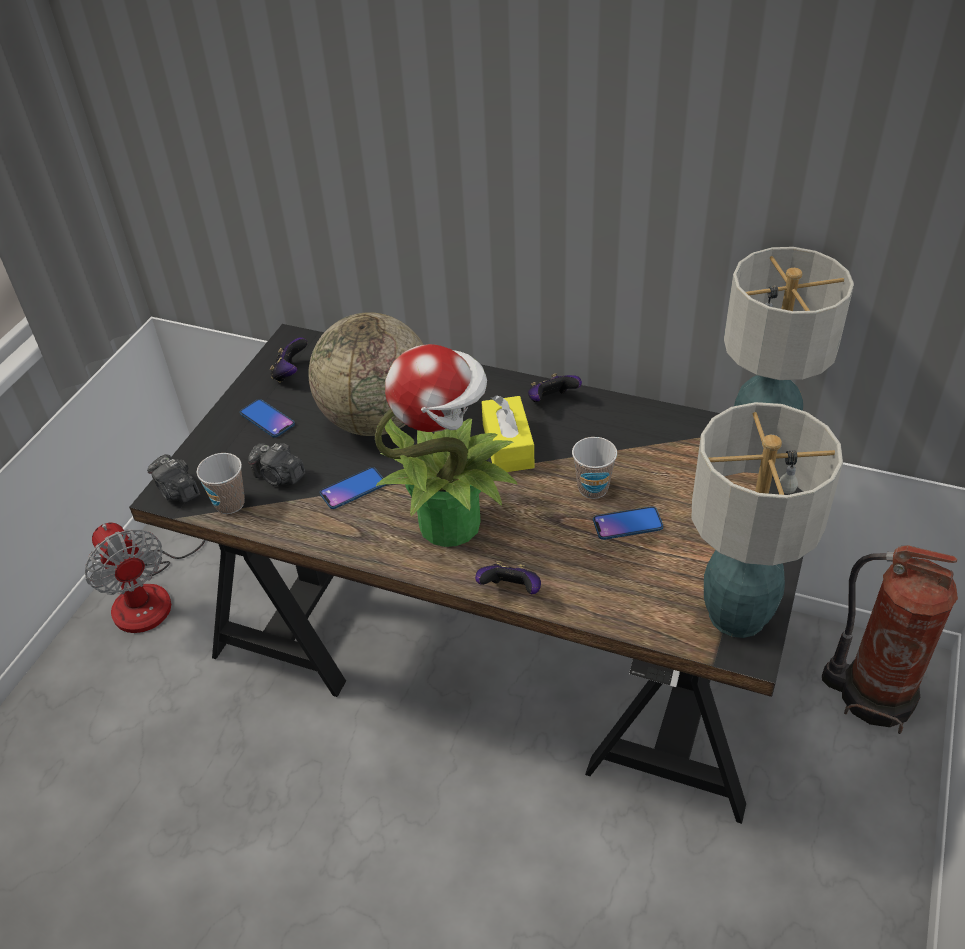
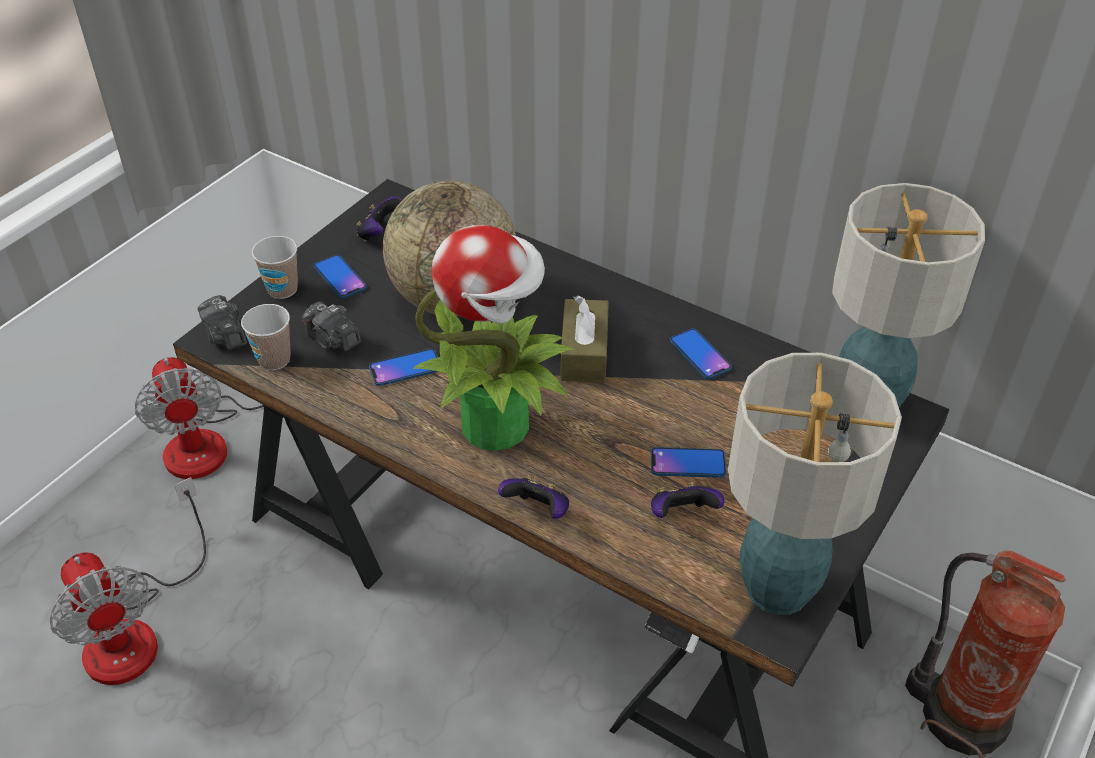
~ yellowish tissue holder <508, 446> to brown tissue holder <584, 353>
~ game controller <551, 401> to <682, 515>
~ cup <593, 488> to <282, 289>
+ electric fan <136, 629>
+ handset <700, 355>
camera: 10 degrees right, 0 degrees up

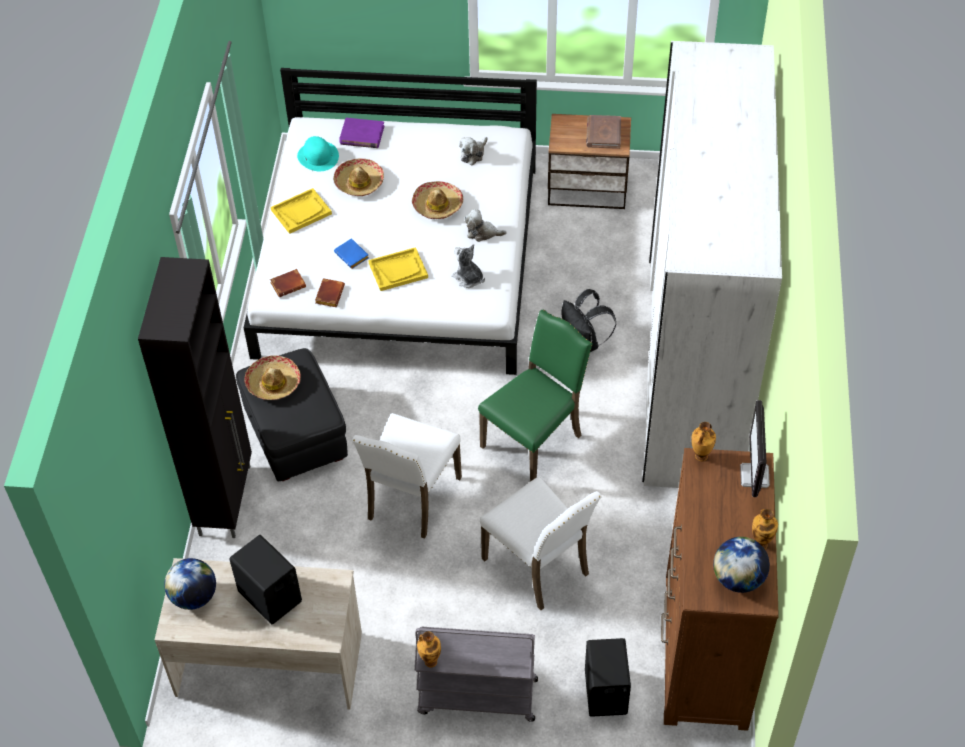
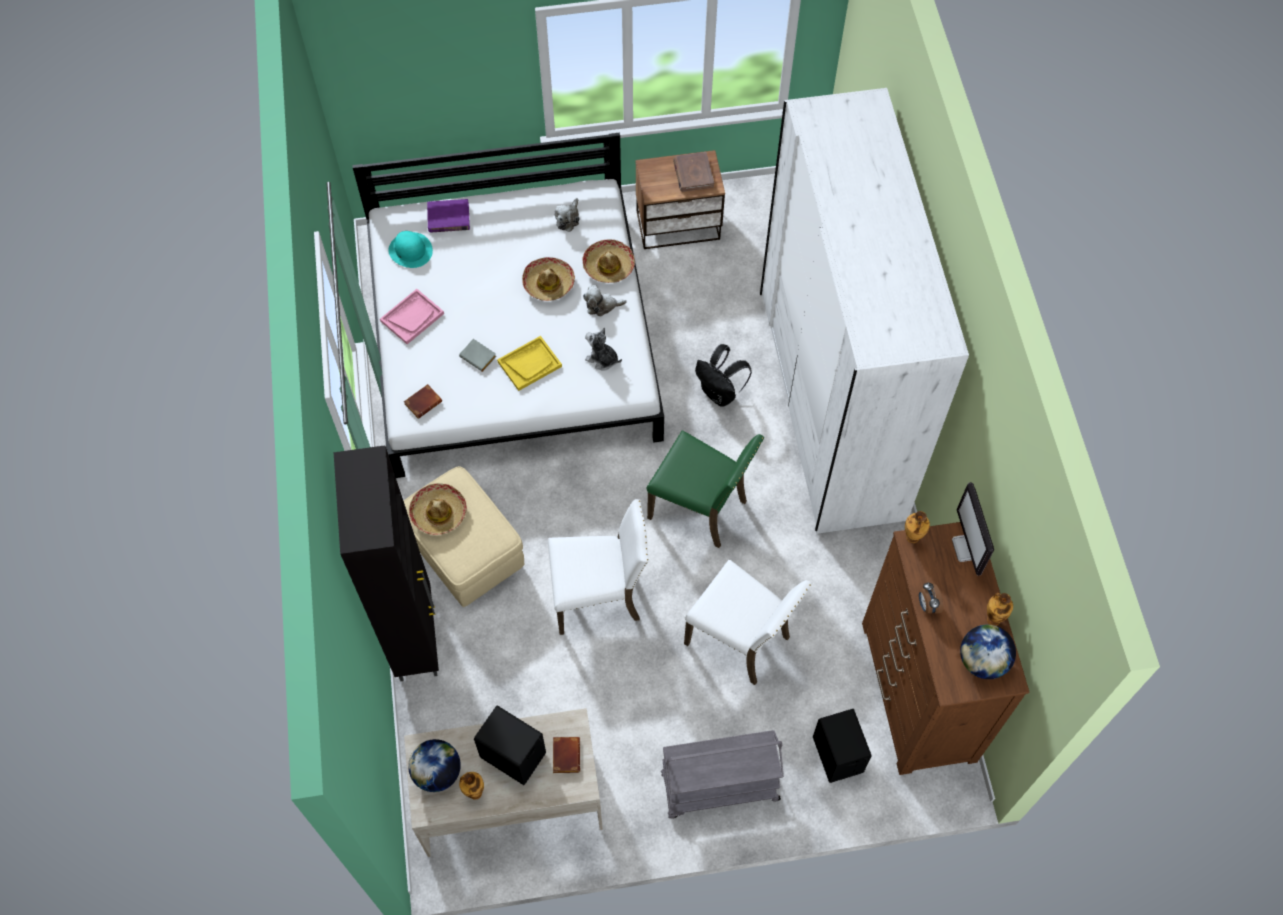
~ black pouffe <295, 433> to beige-coloured pouffe <464, 550>
~ yellowish serving tray <301, 212> to pink serving tray <412, 317>
~ brown bound book <329, 294> to <565, 755>
~ hat <359, 182> to <608, 266>
~ bluish bound book <353, 256> to greyish bound book <479, 357>
~ white-coloured chair <411, 499> = <598, 596> 105 degrees counterclockwise
~ flower vase <430, 661> to <474, 792>
~ greenish chair <534, 441> = <700, 508> 90 degrees clockwise
+ table clock <927, 605>
camera: 15 degrees left, 10 degrees up

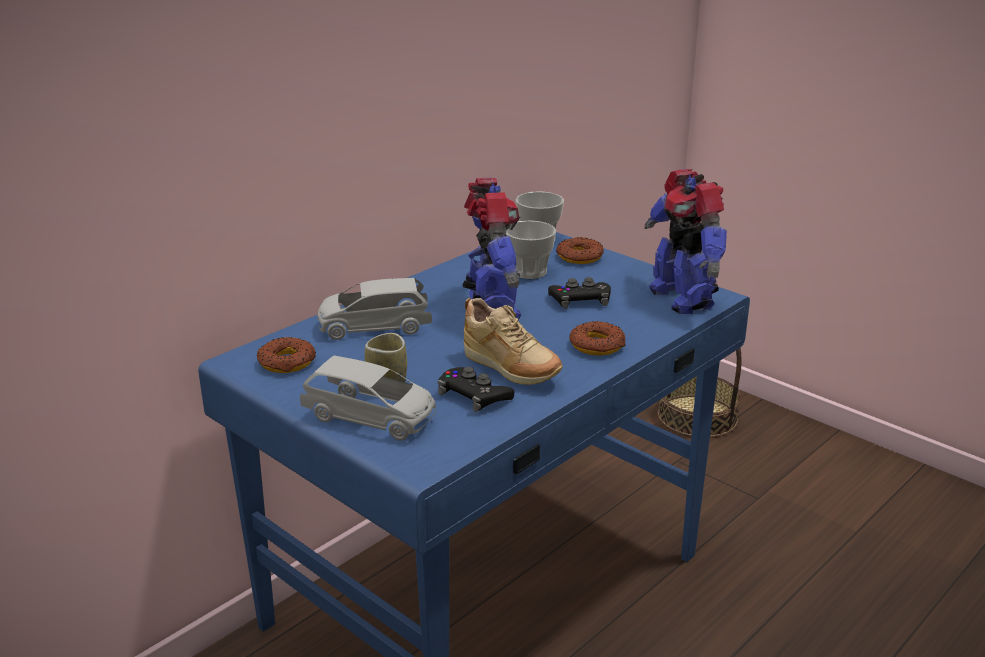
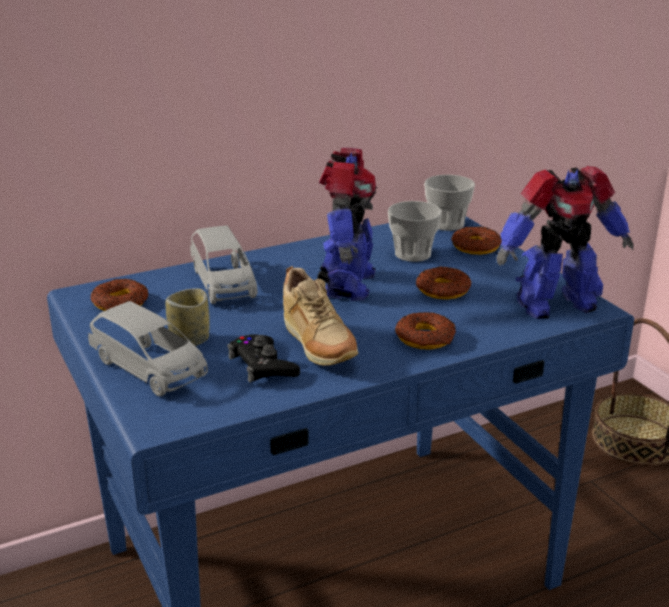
~ greyish model car <374, 327> = <224, 283> 120 degrees counterclockwise
~ black game controller <580, 300> to ring doughnut <442, 290>
~ robot figure <682, 298> = <554, 304> 105 degrees counterclockwise
camera: 20 degrees right, 0 degrees up

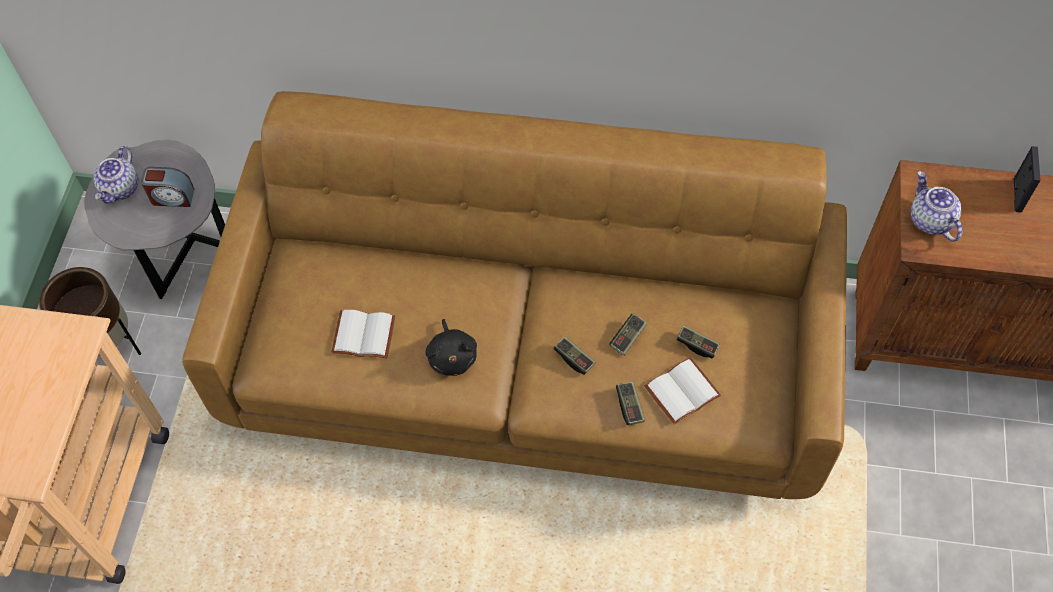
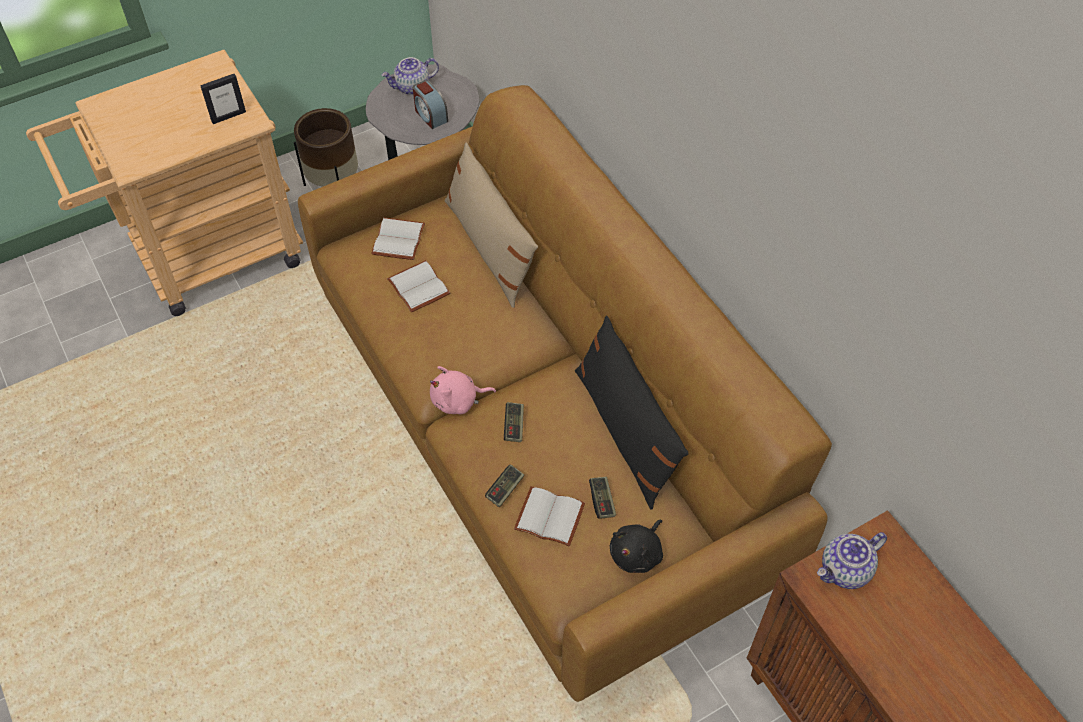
~ black cuddly toy <452, 356> to <637, 553>
- game controller <628, 338>
~ teapot <930, 220> = <845, 571> 150 degrees counterclockwise
~ standing frame <1017, 195> to <228, 116>
+ white-coloured bound book <400, 240>
+ pink cuddly toy <458, 401>
+ beige-coloured throw pillow <490, 248>
+ black throw pillow <625, 432>
camera: 50 degrees right, 5 degrees down

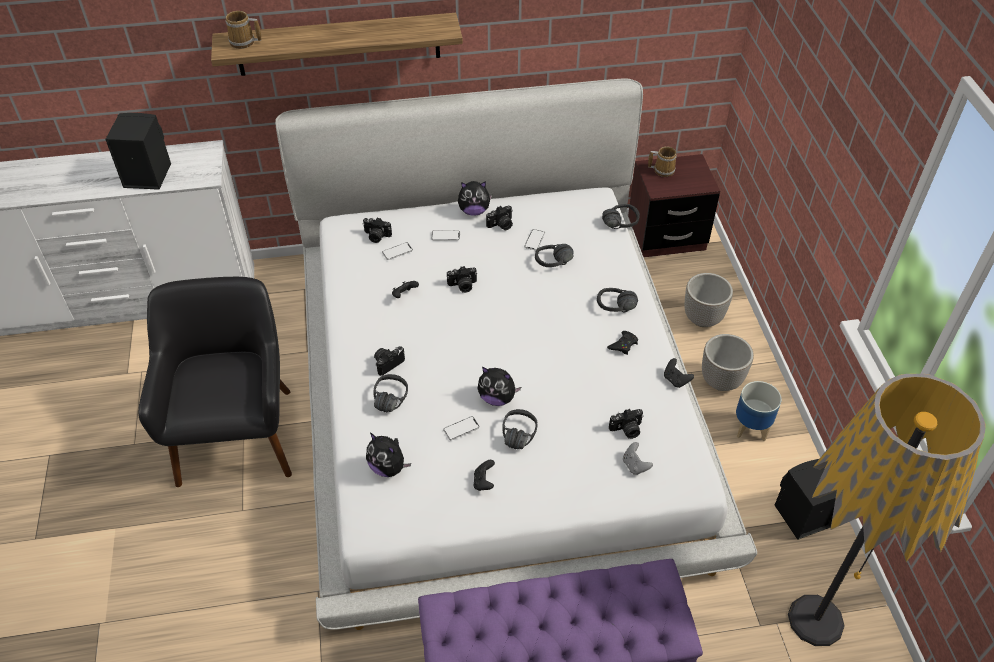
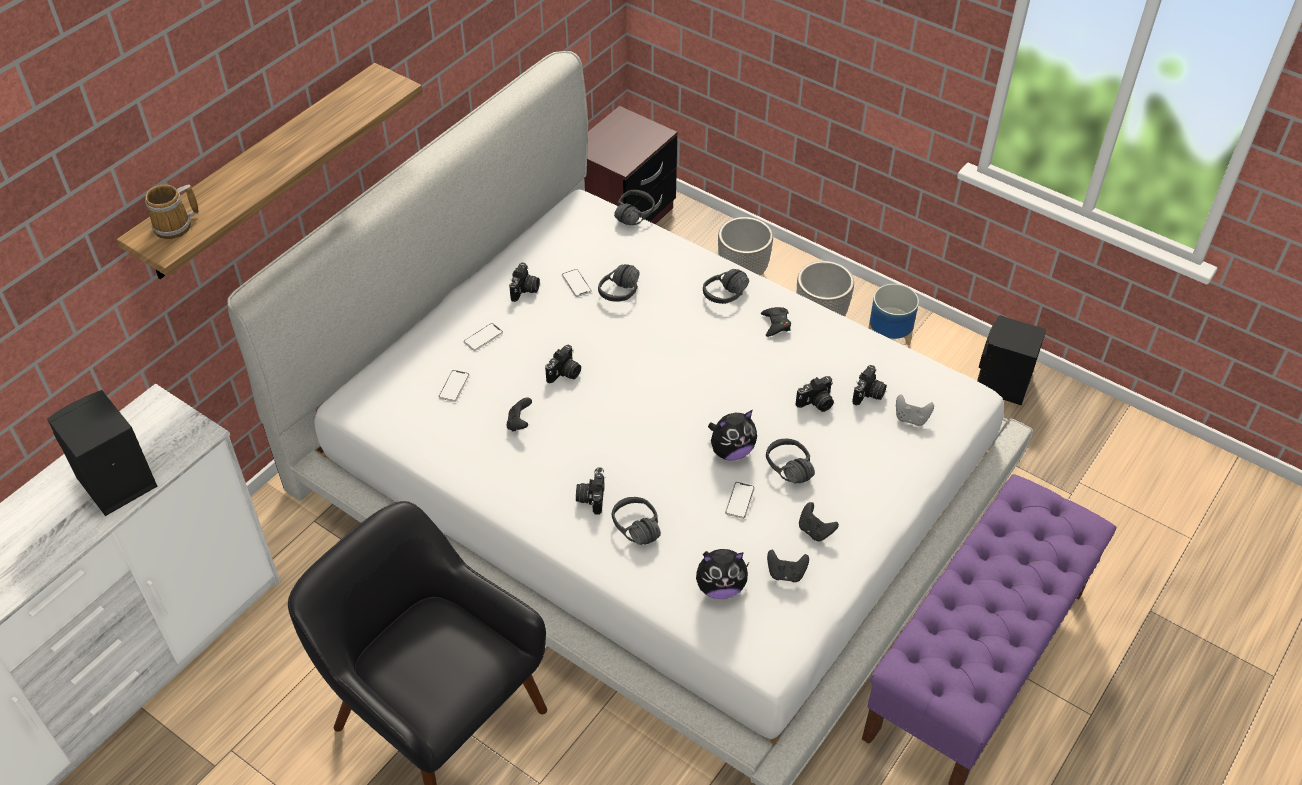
~ still camera <376, 236> to <816, 403>
- cuddly toy <474, 211>
- mug <662, 170>
~ black game controller <675, 380> to <786, 573>
- standing lamp <816, 620>
camera: 45 degrees left, 0 degrees up

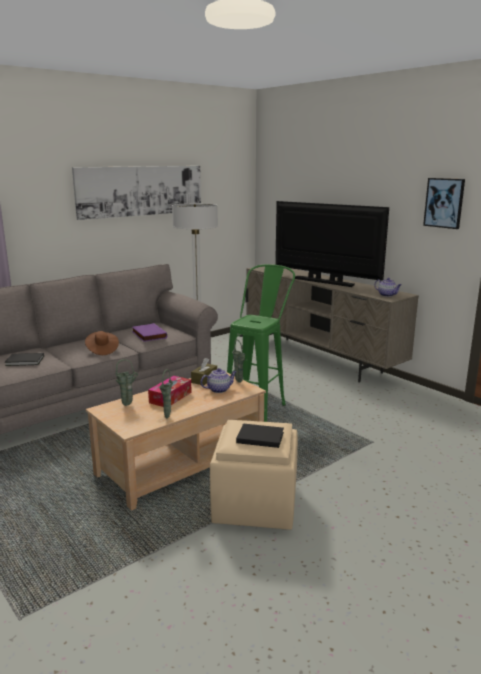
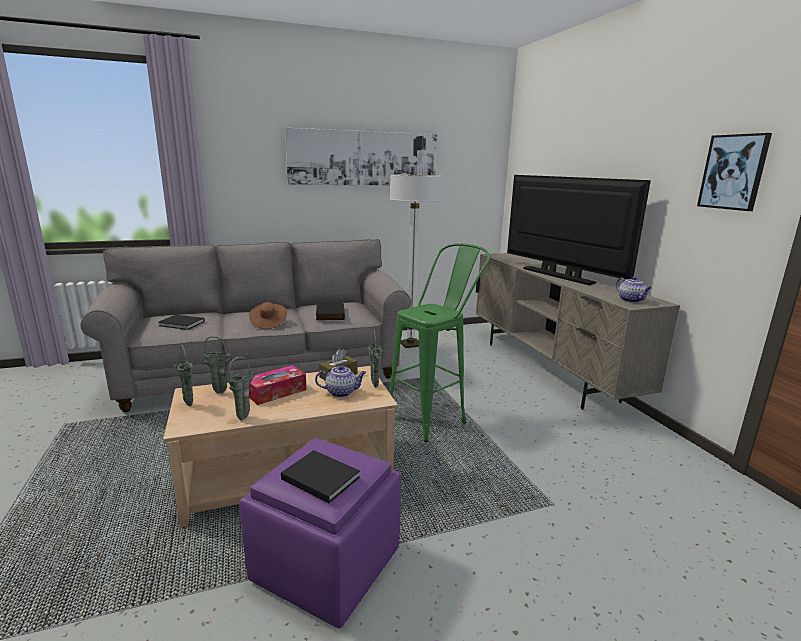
~ purple bound book <148, 335> to black bound book <329, 313>
~ beige-coloured pouffe <256, 505> to purple pouffe <327, 566>
+ greenish flower vase <188, 404>
camera: 20 degrees right, 0 degrees up

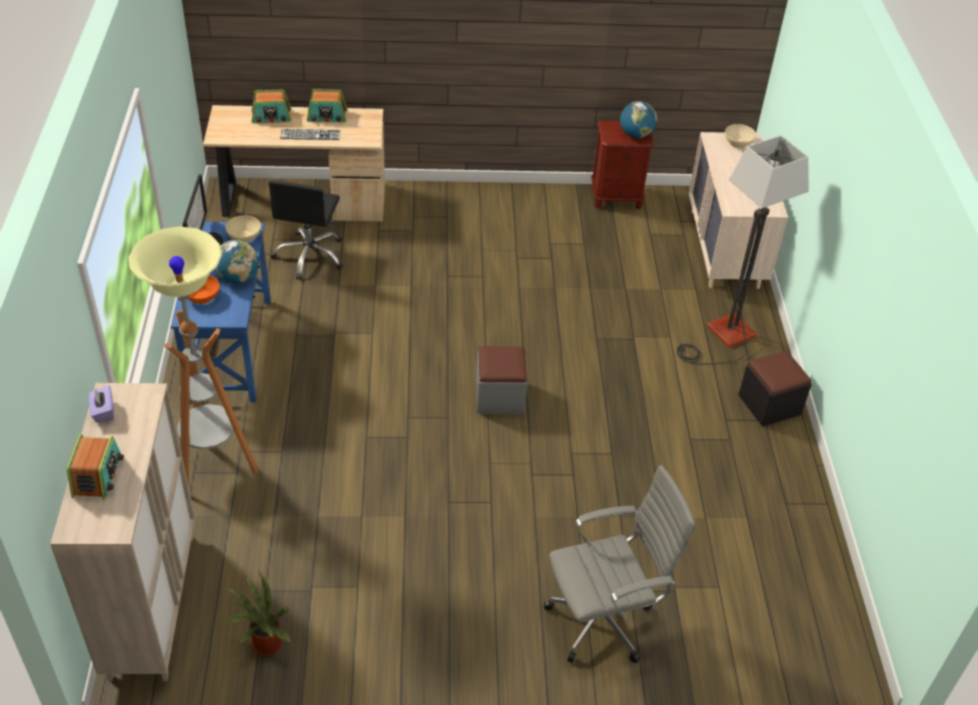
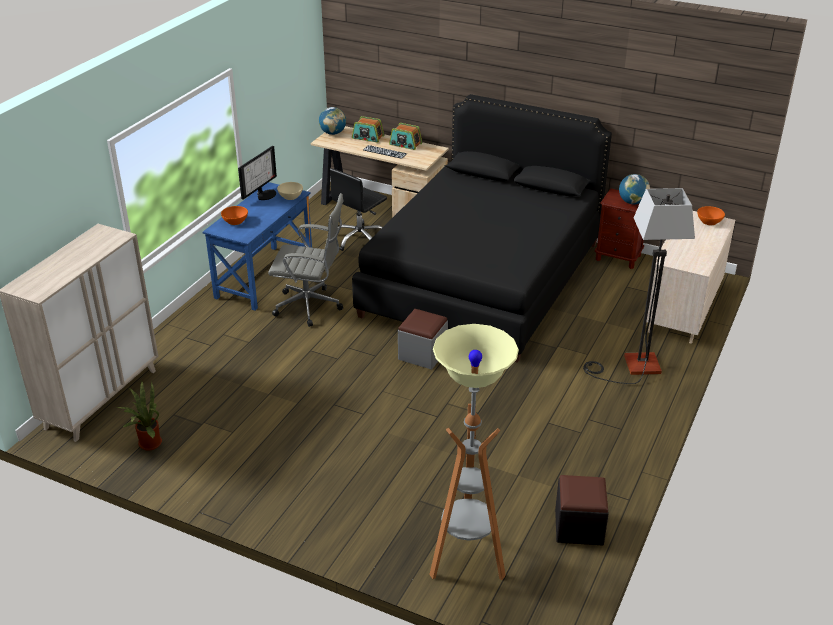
- radio set <97, 476>
- purple tissue holder <103, 411>
~ standing lamp <214, 468> to <467, 561>
~ desk globe <238, 277> to <333, 133>
~ greyish computer chair <604, 620> to <311, 307>
~ beige-coloured bowl <738, 143> to orangey bowl <709, 221>
~ black pouffe <769, 405> to <579, 527>
+ black bed <482, 279>
camera: 30 degrees right, 10 degrees down

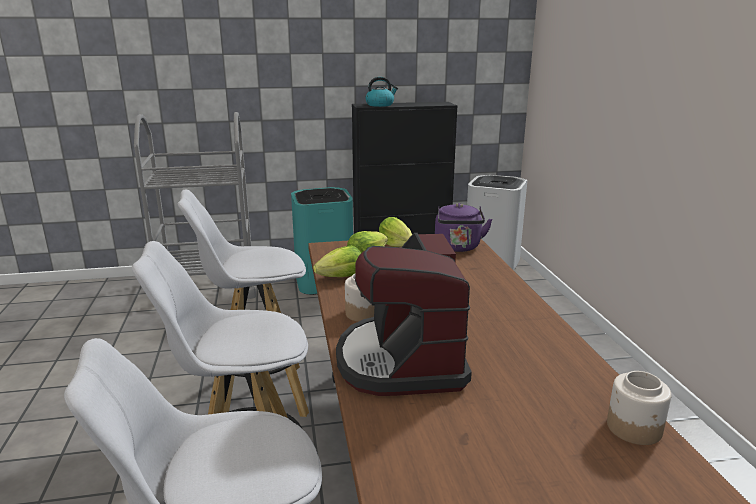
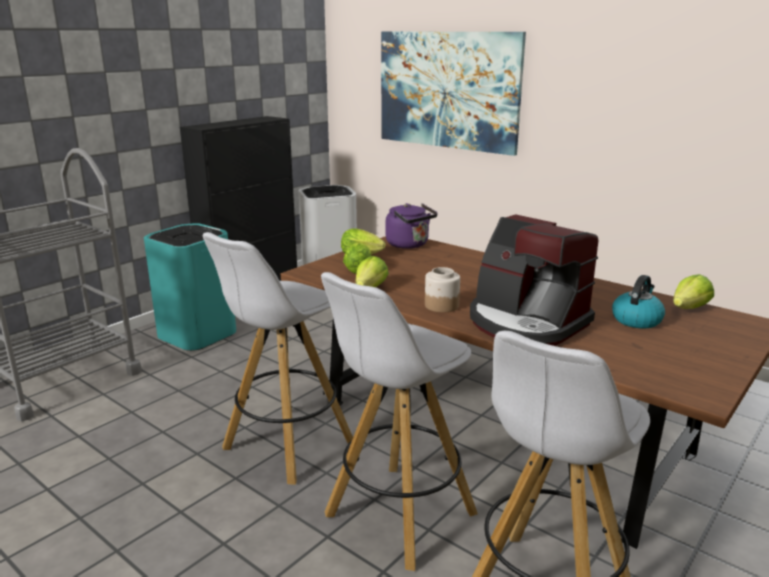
~ tea kettle <380, 105> to <636, 320>
~ preserve jar <634, 428> to lettuce head <689, 309>
+ wall picture <447, 90>
camera: 40 degrees left, 0 degrees up

